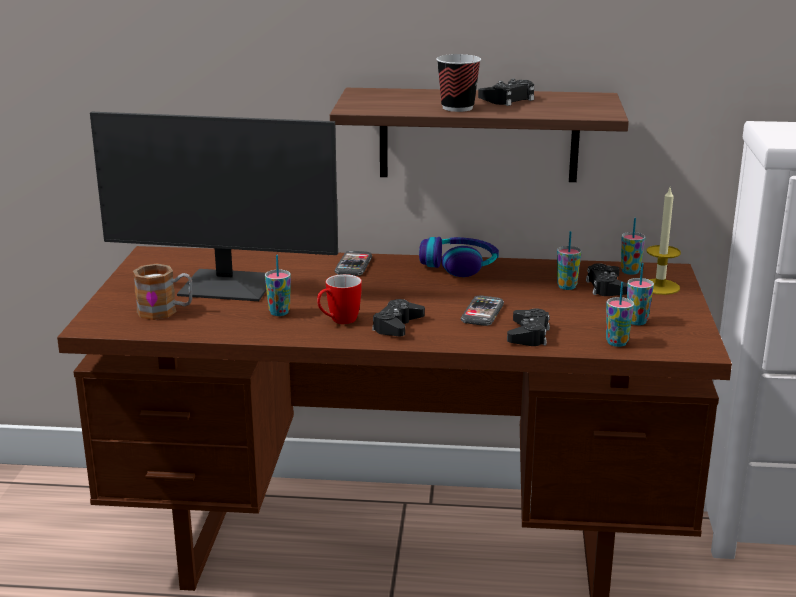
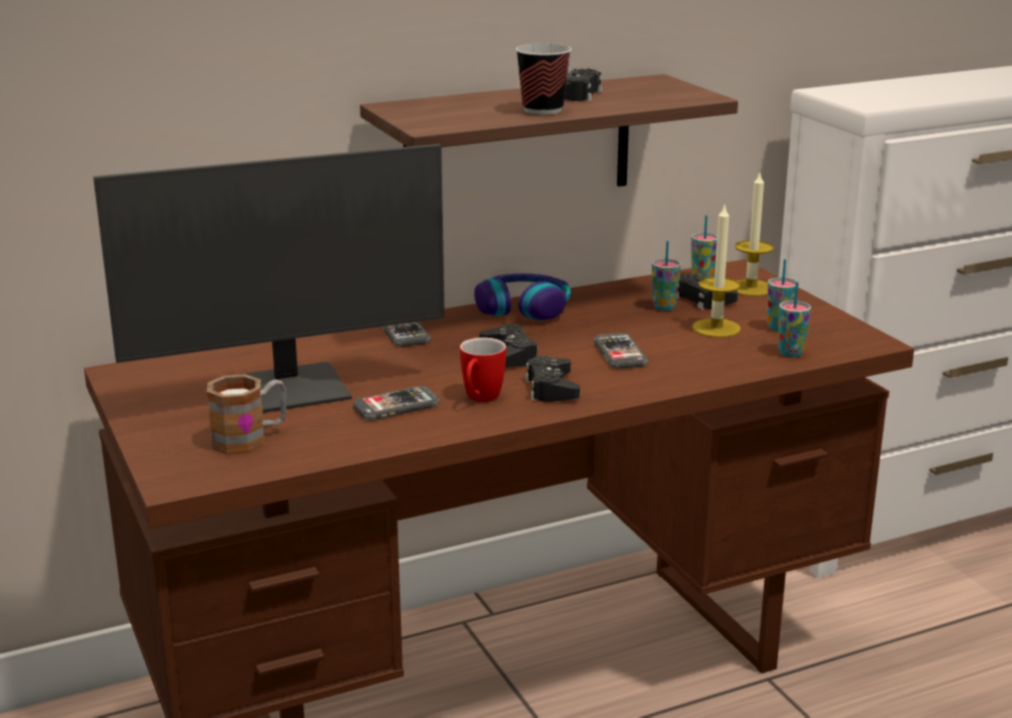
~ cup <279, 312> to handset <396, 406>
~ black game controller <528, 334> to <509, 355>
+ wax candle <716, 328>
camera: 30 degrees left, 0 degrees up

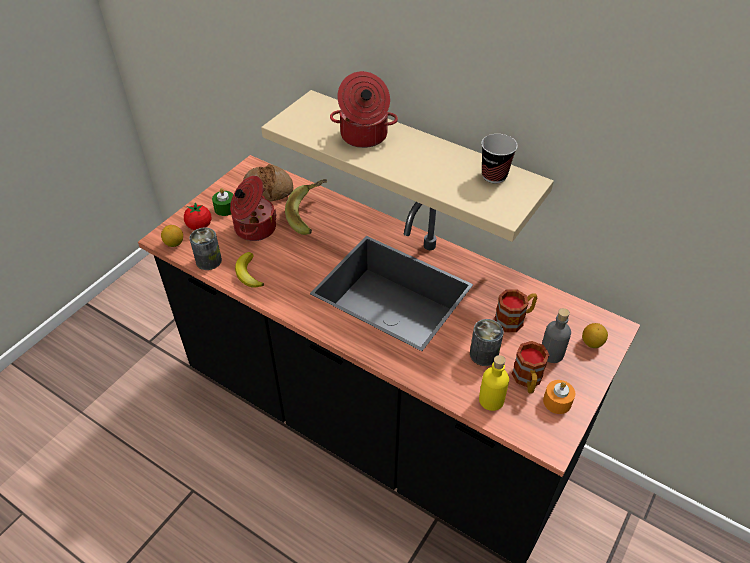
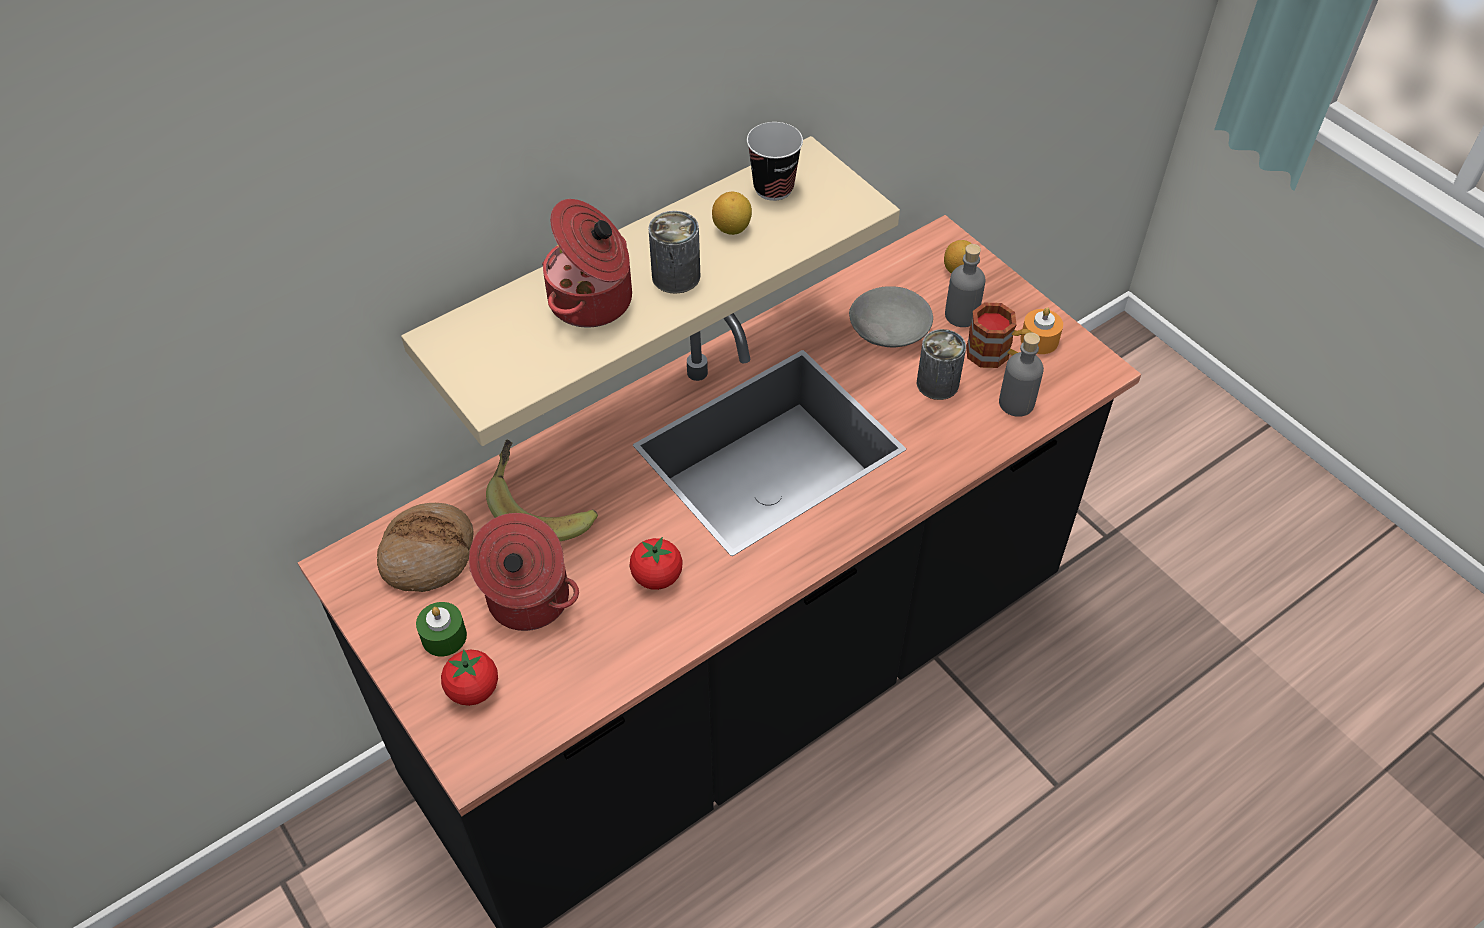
~ lemon <174, 243> to <732, 228>
~ can <208, 261> to <676, 276>
- banana fruit <248, 273>
~ yellowish bottle <491, 400> to greyish bottle <1016, 403>
~ mug <514, 319> to greyish bowl <888, 329>
+ fresh tomato <657, 577>
camera: 70 degrees left, 5 degrees up

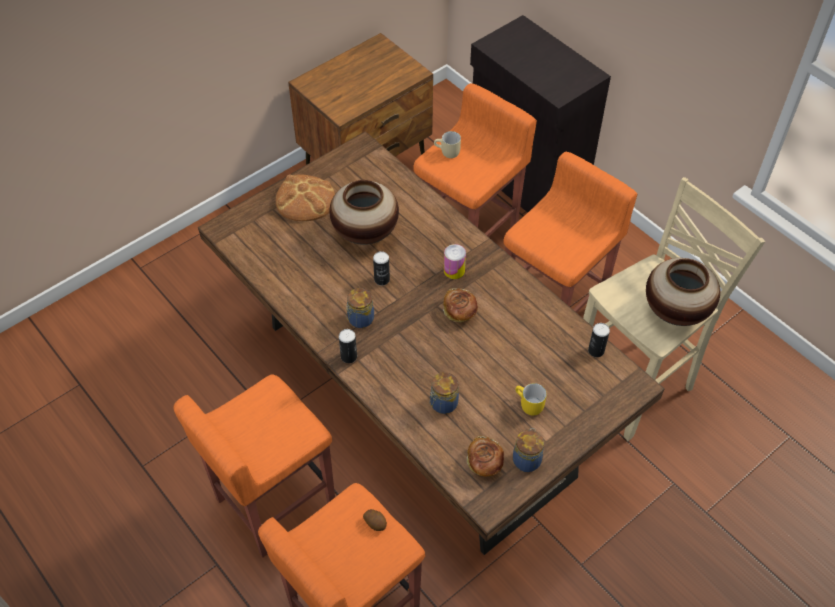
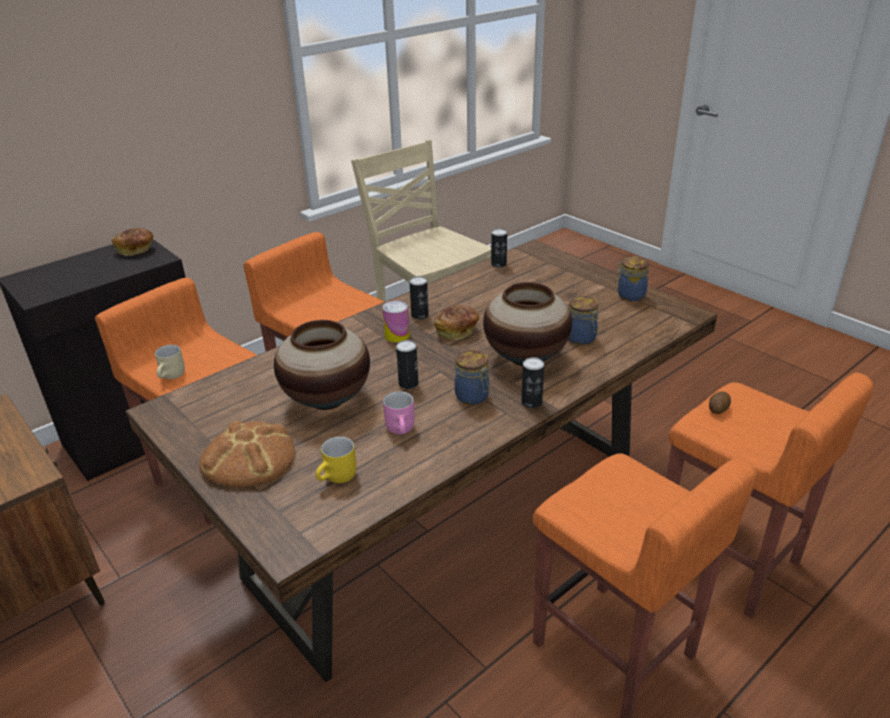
~ baked bread <484, 463> to <136, 250>
~ yellowish mug <528, 405> to <338, 478>
~ flower vase <675, 311> to <525, 358>
+ pink mug <403, 429>
+ can <420, 315>
camera: 90 degrees left, 20 degrees down

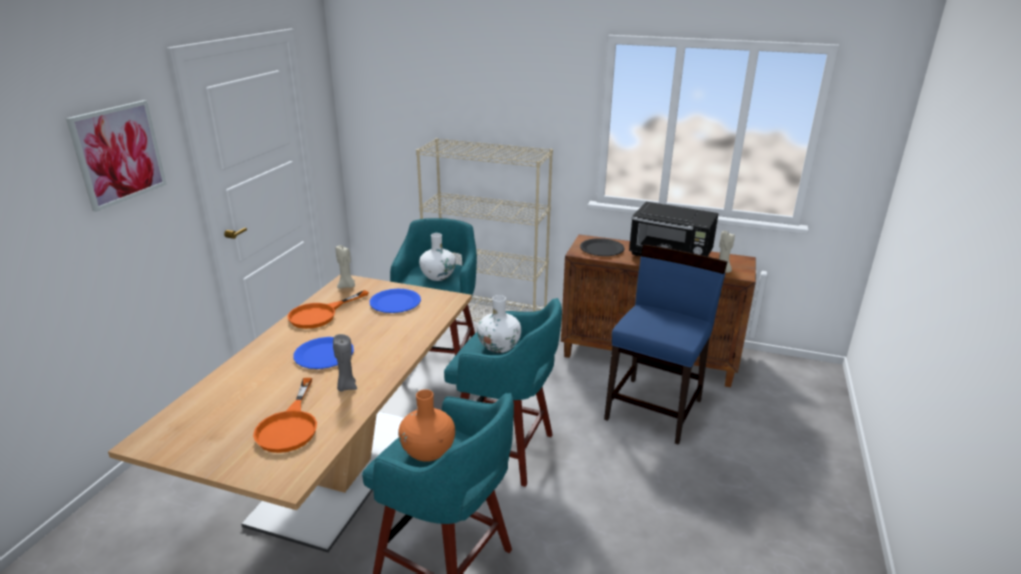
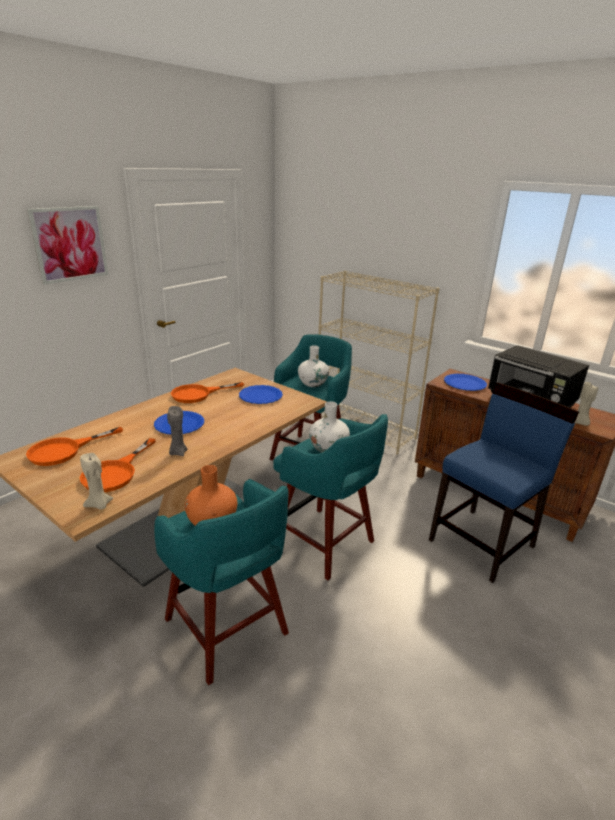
~ beige-coloured wax candle <347, 286> to <99, 505>
~ black dinner plate <601, 249> to bluish dinner plate <464, 383>
+ orangey frying pan <64, 450>
camera: 20 degrees right, 0 degrees up

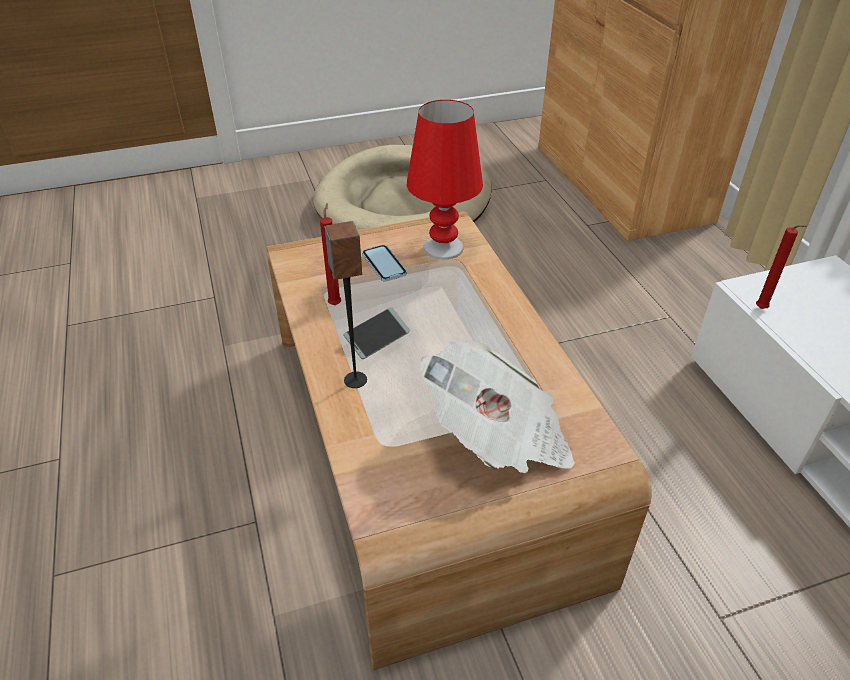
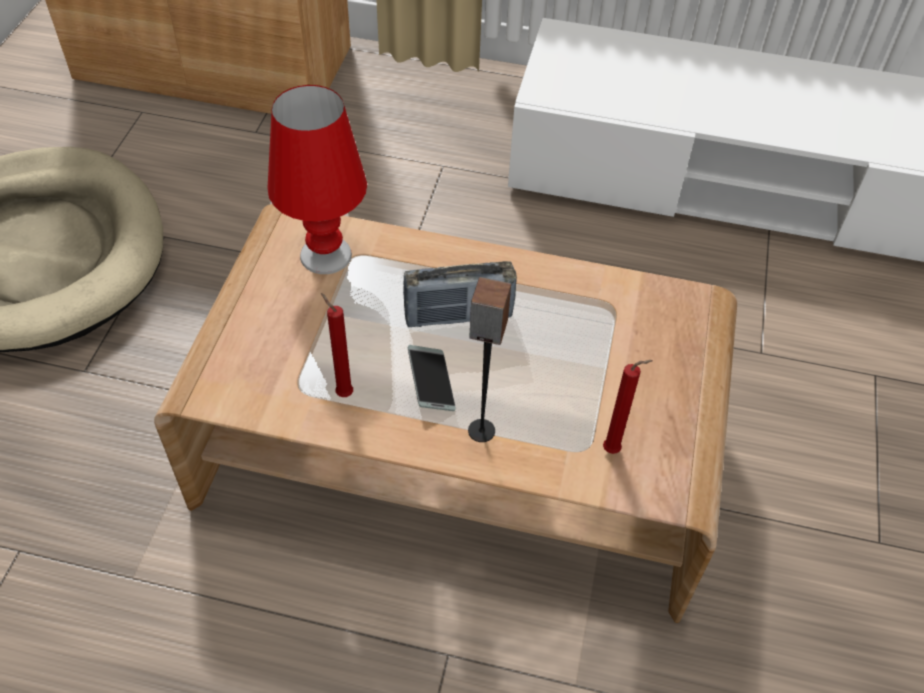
- handset <384, 264>
- newspaper <498, 436>
~ reddish wax candle <762, 310> to <614, 450>
+ radio set <458, 316>
camera: 60 degrees left, 10 degrees up

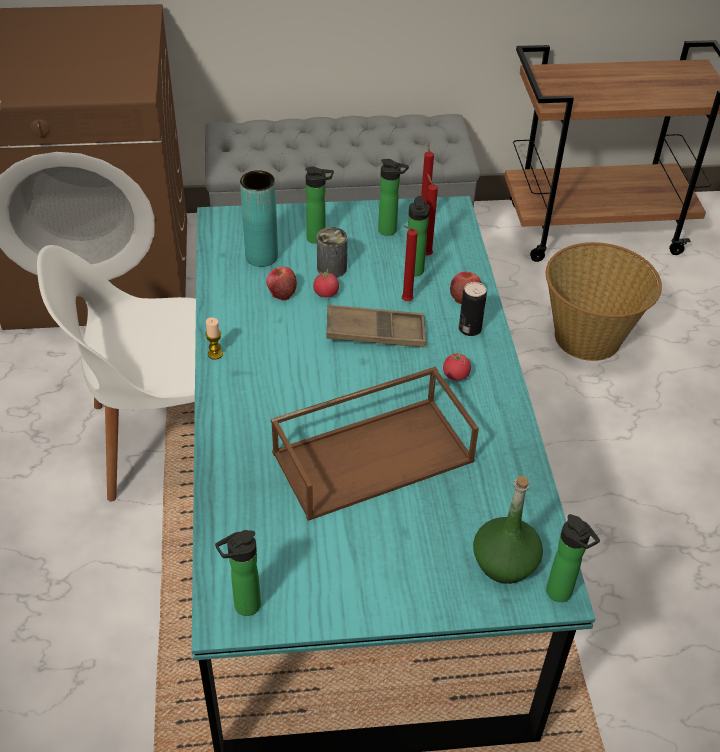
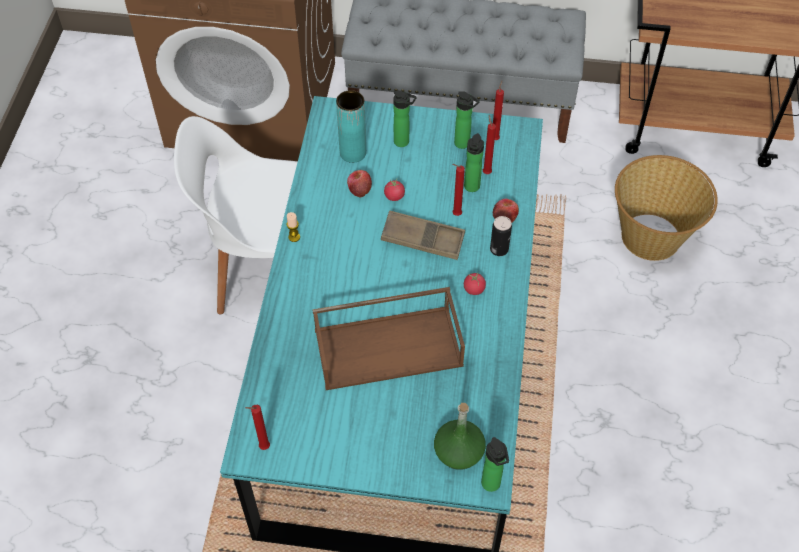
~ bottle <243, 607> to reddish wax candle <262, 447>
- can <332, 268>
camera: 15 degrees right, 10 degrees up

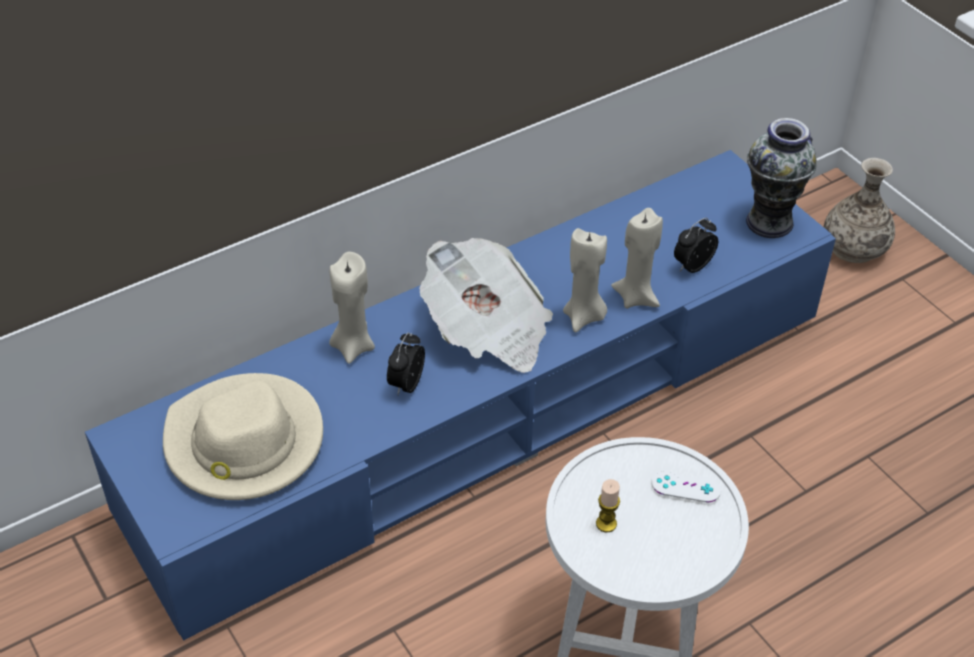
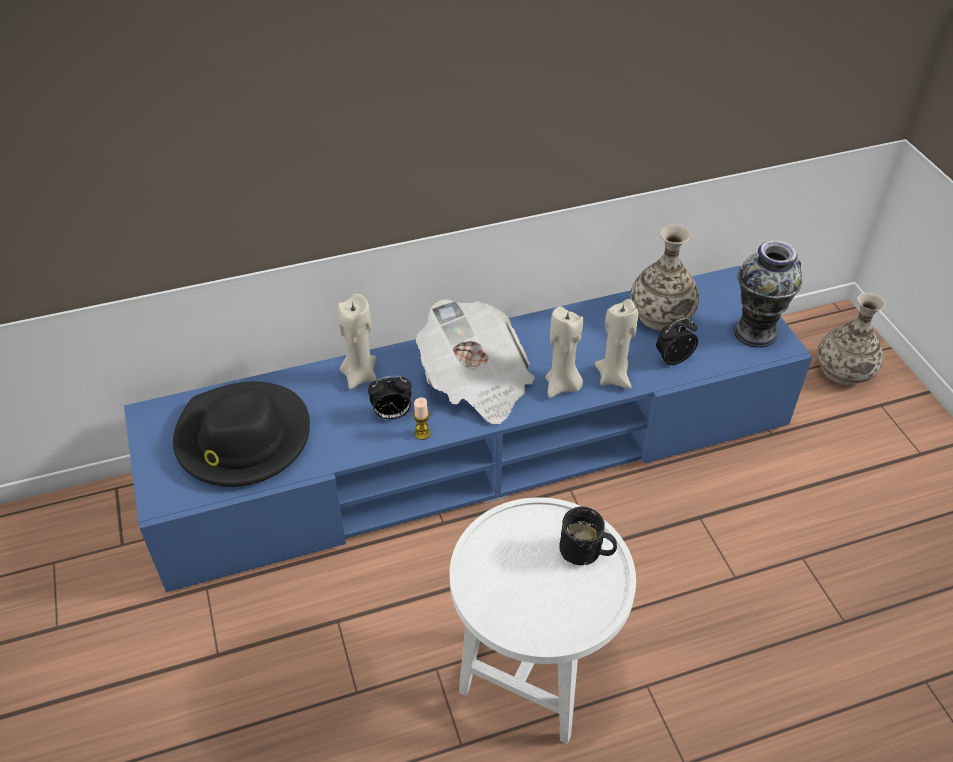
~ beige-coloured hat <244, 443> to black hat <242, 439>
~ table clock <406, 383> = <392, 415> 135 degrees counterclockwise
~ wax candle <606, 523> to <422, 433>
~ white-coloured game controller <685, 486> to black mug <586, 553>
+ flower vase <661, 315>
camera: 15 degrees right, 0 degrees up

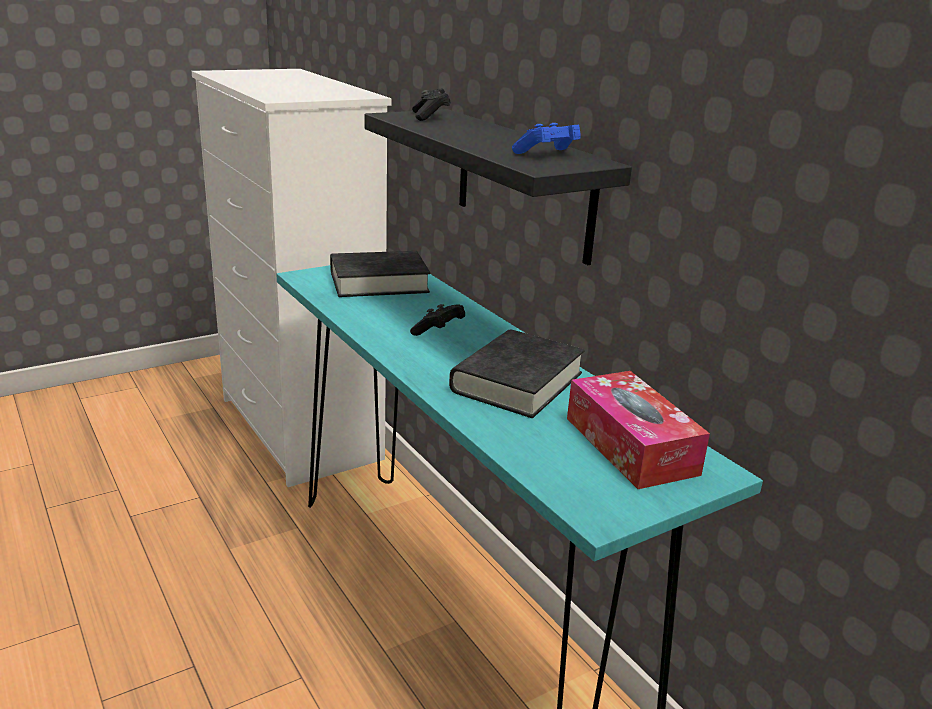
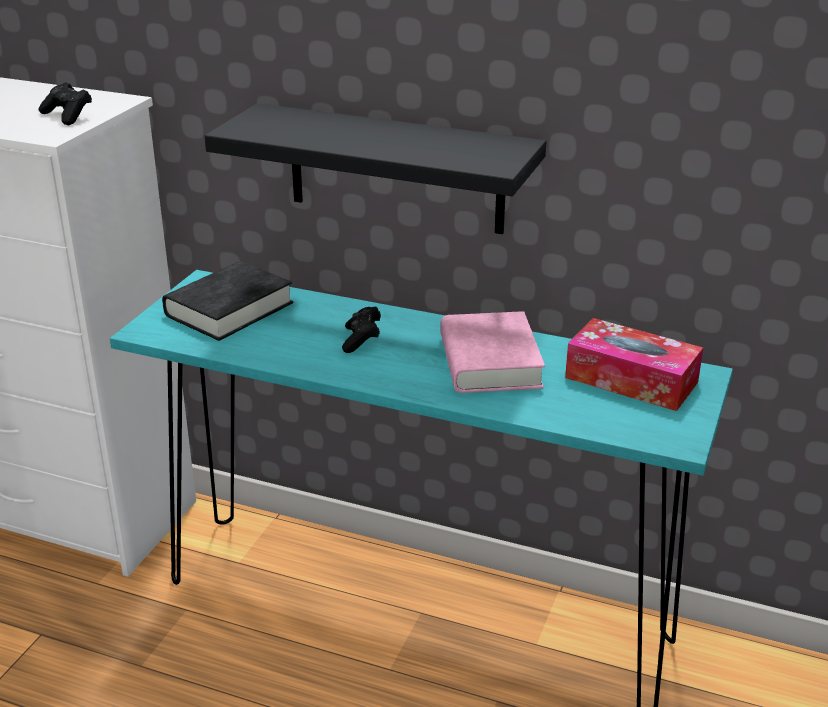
~ black game controller <430, 117> to <68, 116>
~ black bound book <517, 382> to pink bound book <489, 362>
- bluish game controller <547, 154>
camera: 35 degrees left, 5 degrees up

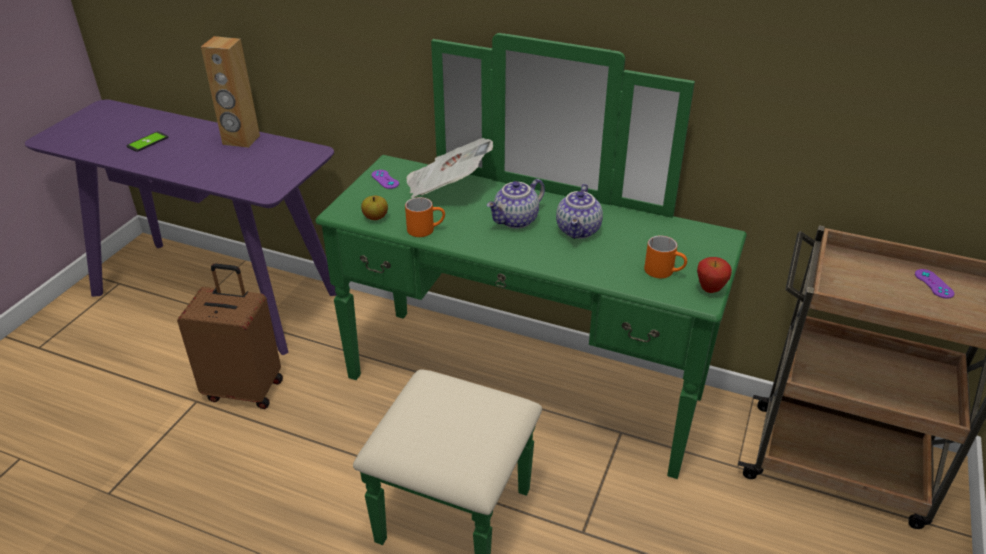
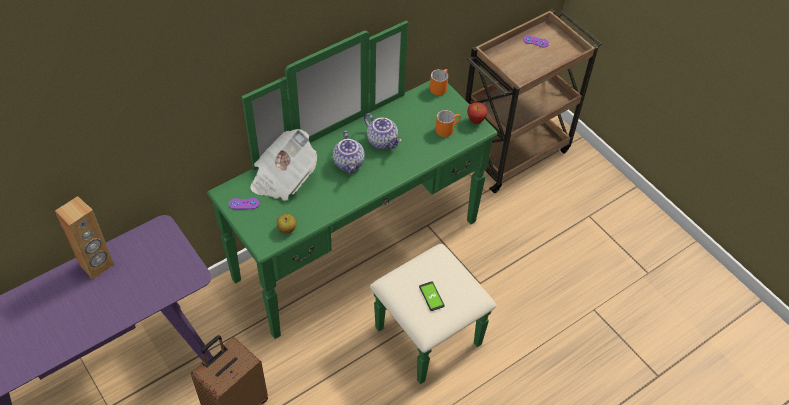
~ handset <147, 142> to <431, 296>
~ orangey mug <426, 229> to <439, 86>
camera: 60 degrees left, 15 degrees up

